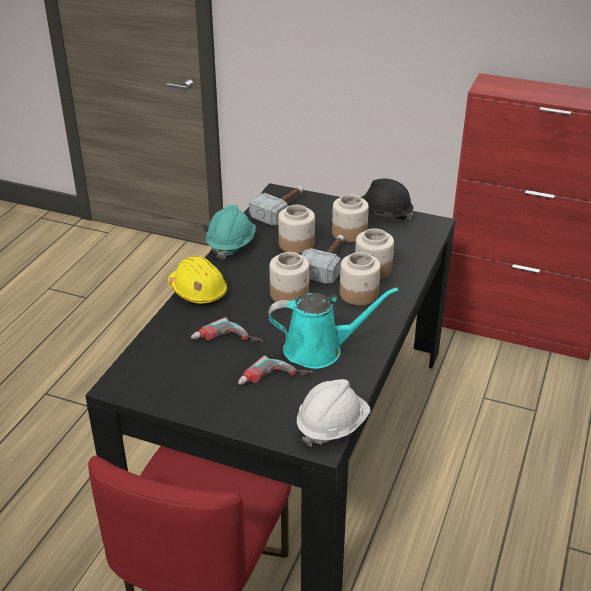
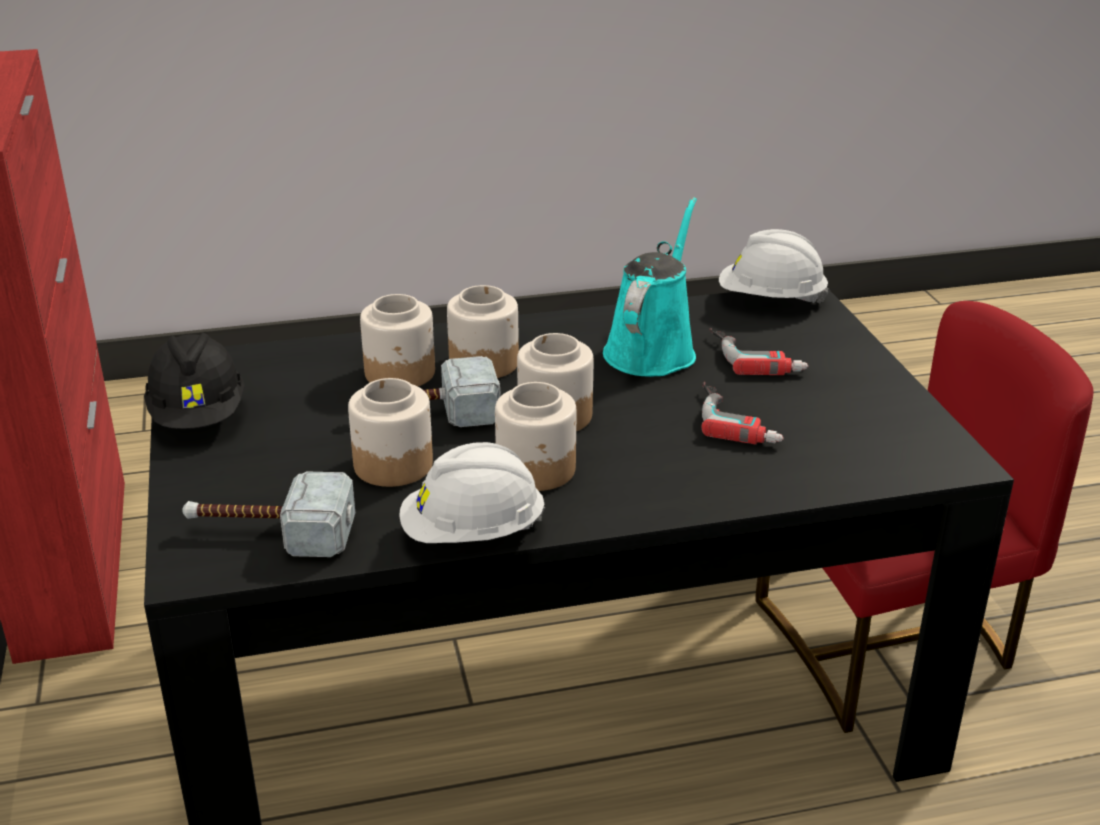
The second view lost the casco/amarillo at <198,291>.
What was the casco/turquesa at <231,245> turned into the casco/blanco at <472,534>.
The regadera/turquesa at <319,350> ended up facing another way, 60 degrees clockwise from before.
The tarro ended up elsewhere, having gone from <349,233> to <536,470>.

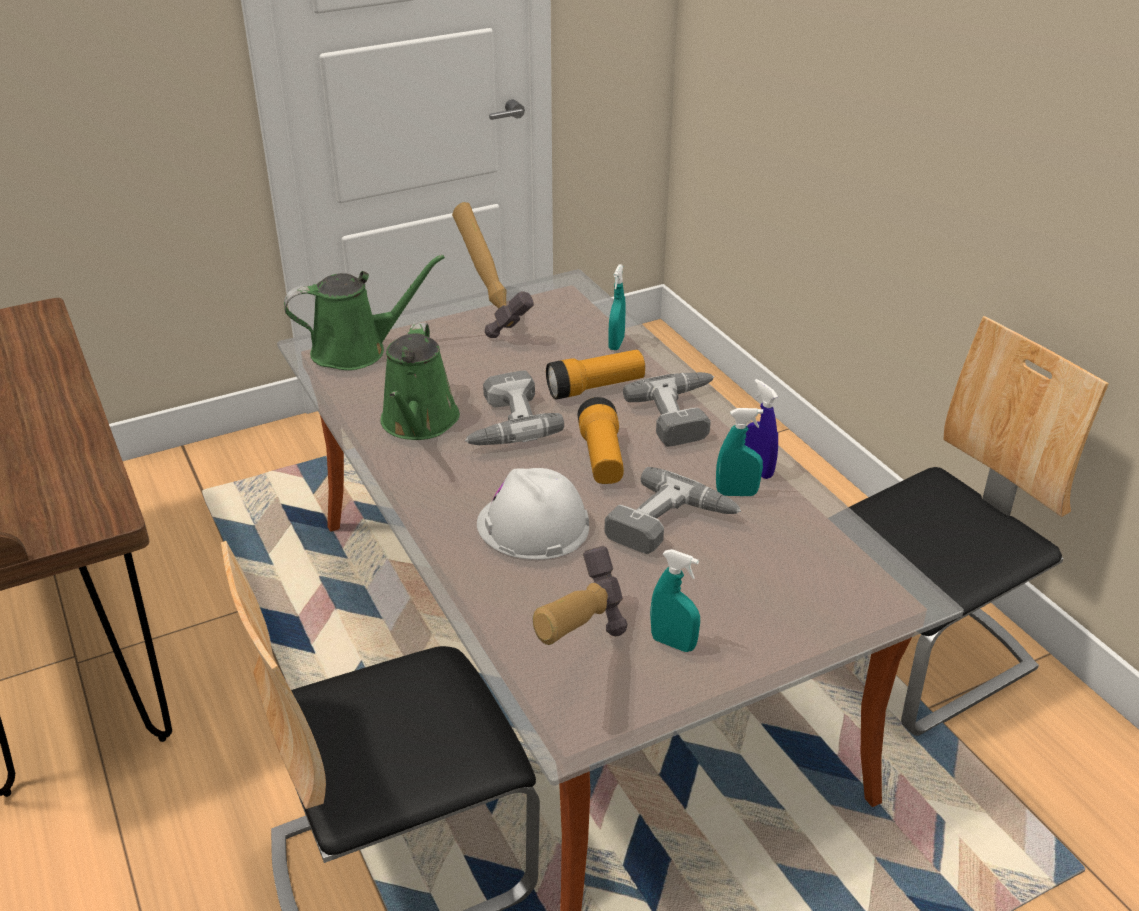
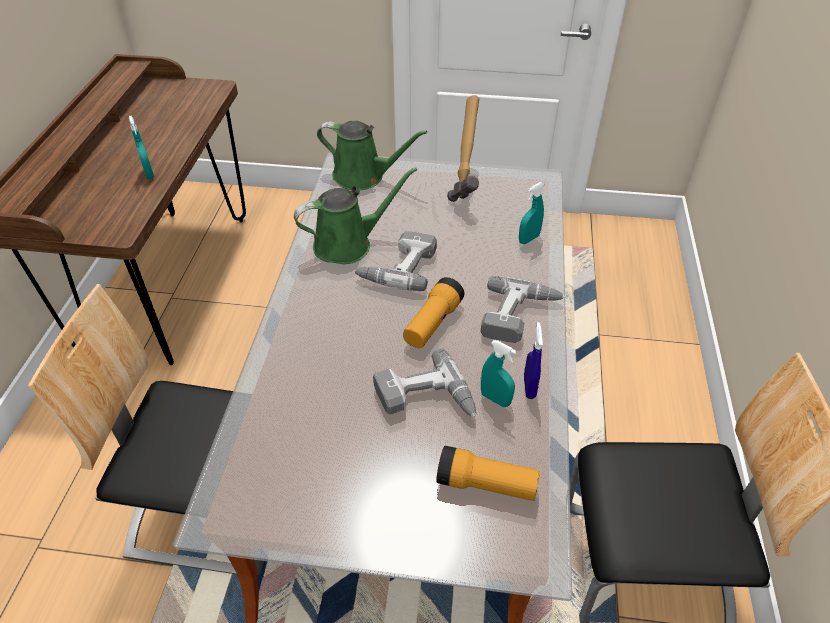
The regadera/verde at <419,423> ended up facing another way, 150 degrees counterclockwise from before.
The second view lost the casco/blanco at <532,525>.
The second view lost the martillo at <574,661>.
The linterna ended up elsewhere, having gone from <595,388> to <486,484>.
The pulverizador/turquesa ended up elsewhere, having gone from <673,643> to <149,174>.

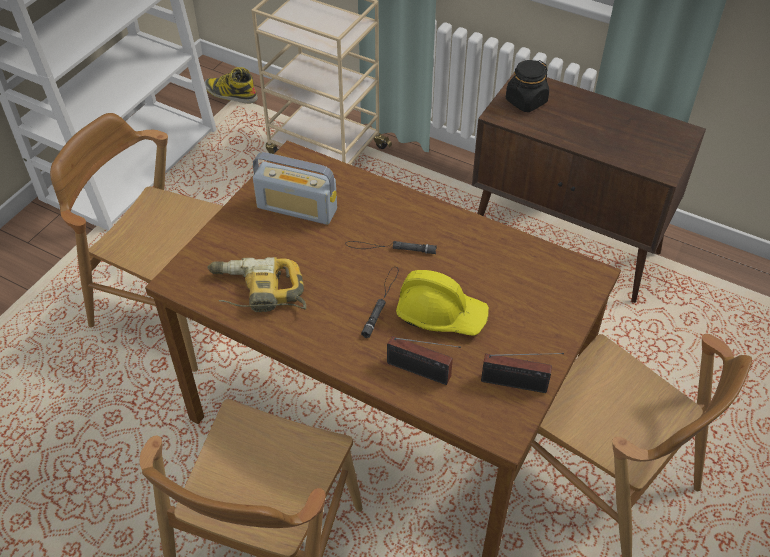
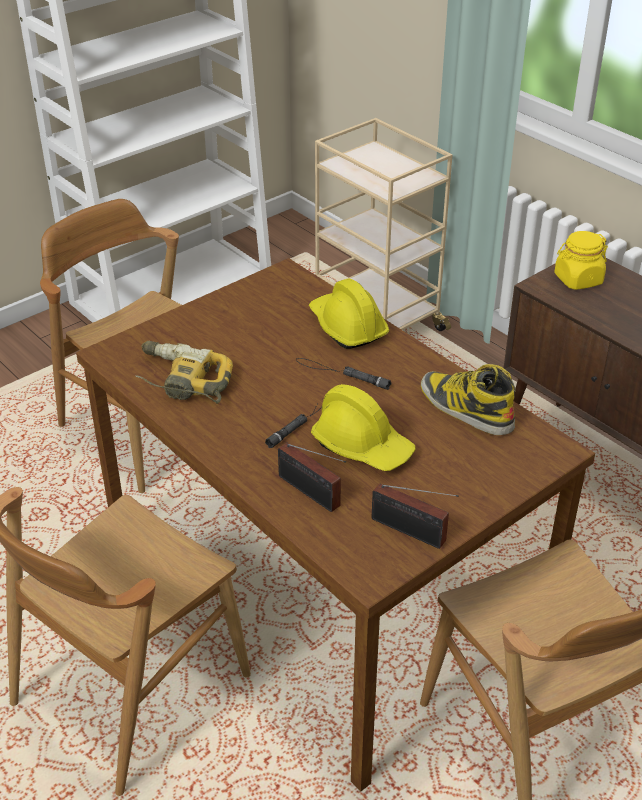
The bota ended up elsewhere, having gone from <230,94> to <465,409>.
The second view lost the radio at <297,208>.
What was the tarro/negro at <526,101> turned into the tarro/amarillo at <577,280>.
The second view gained the casco/amarillo at <347,327>.

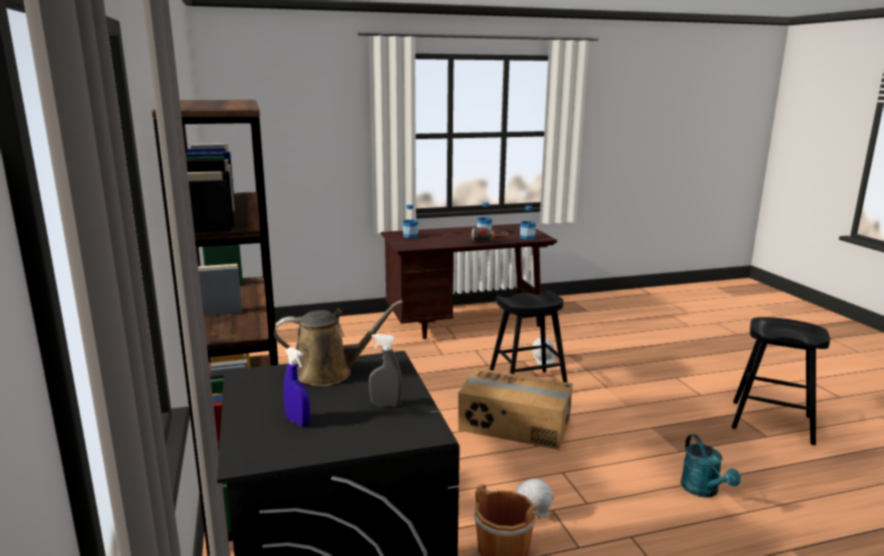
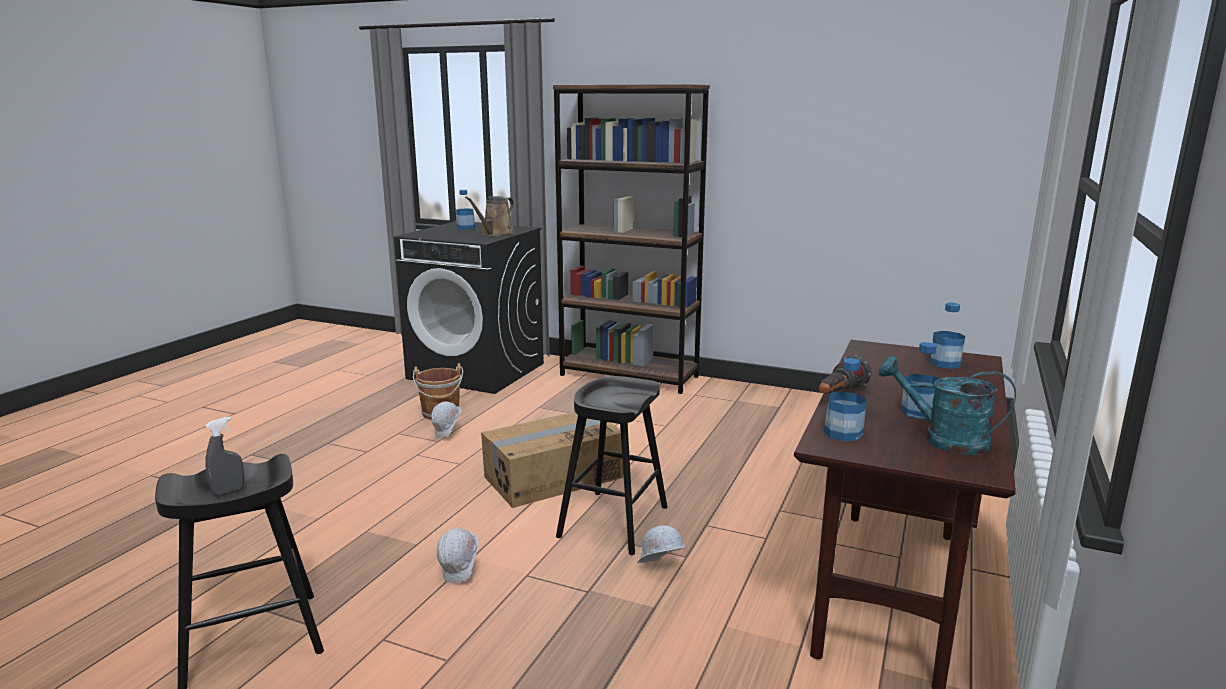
Where the pulverizador/azul stood at <298,421>, the botella came to stand at <466,228>.
The pulverizador/gris ended up elsewhere, having gone from <385,404> to <228,490>.
The regadera/turquesa ended up elsewhere, having gone from <703,491> to <944,440>.
The second view gained the casco/blanco at <460,573>.

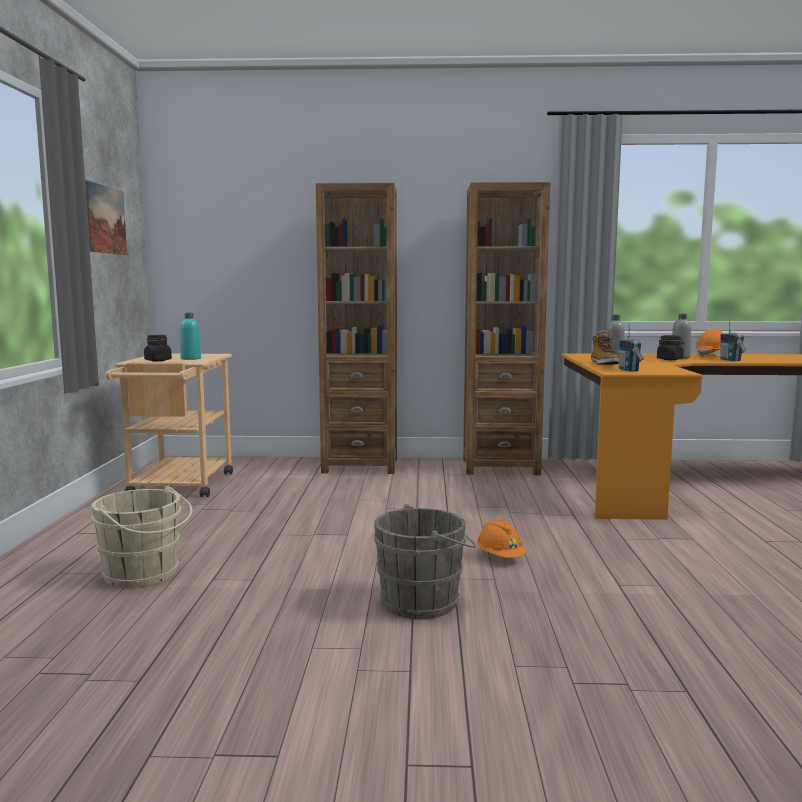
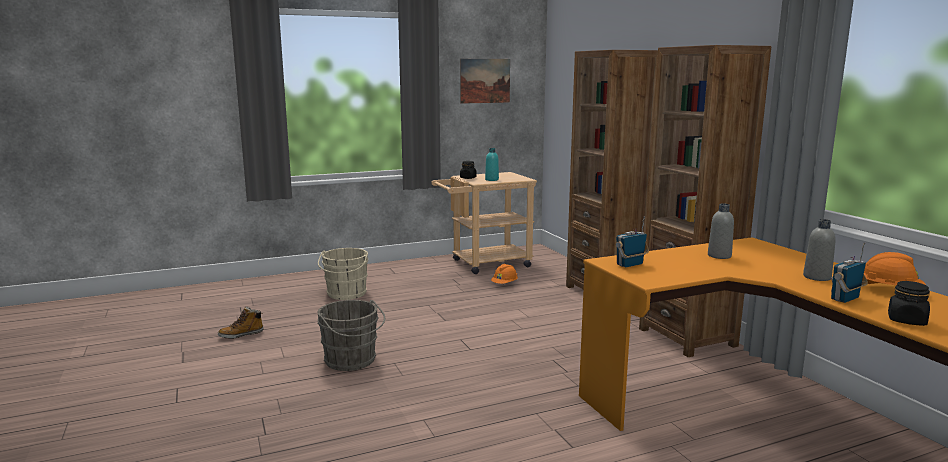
The casco/naranja ended up elsewhere, having gone from <500,557> to <504,284>.
The bota ended up elsewhere, having gone from <604,364> to <241,334>.
The tarro/negro ended up elsewhere, having gone from <670,359> to <906,320>.

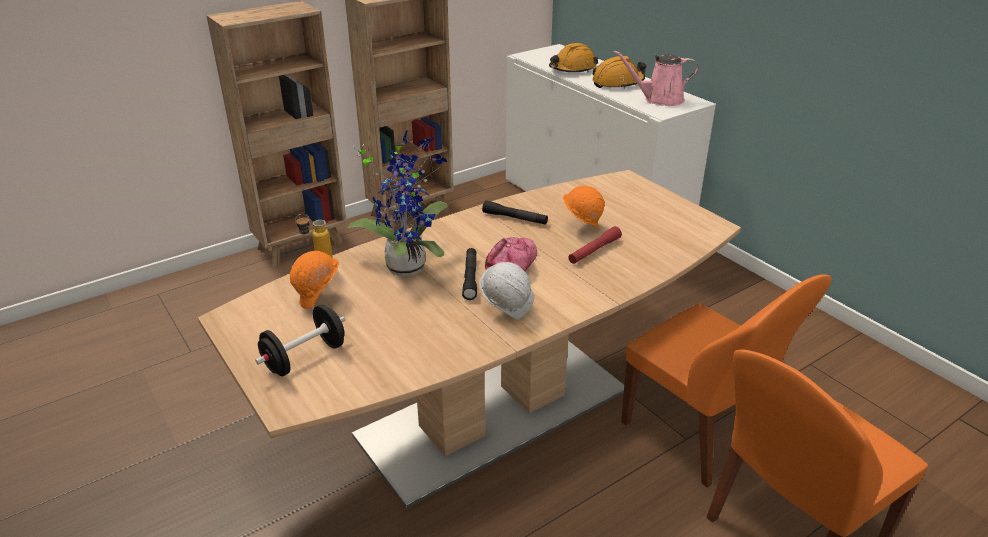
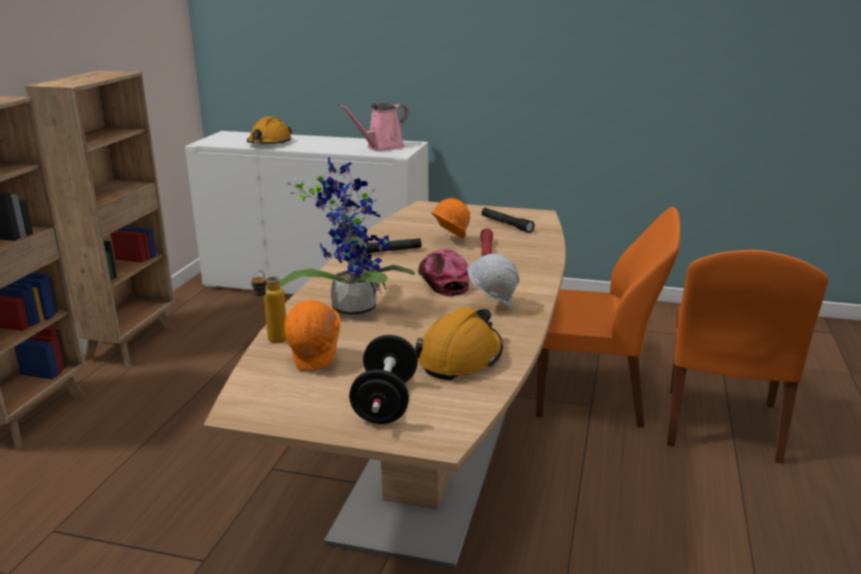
The linterna/negro ended up elsewhere, having gone from <470,278> to <506,225>.
The casco/naranja ended up elsewhere, having gone from <618,83> to <460,358>.

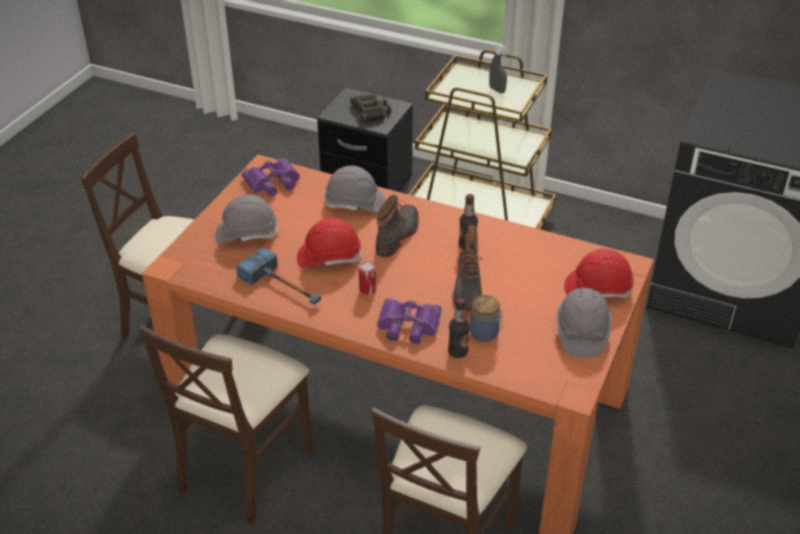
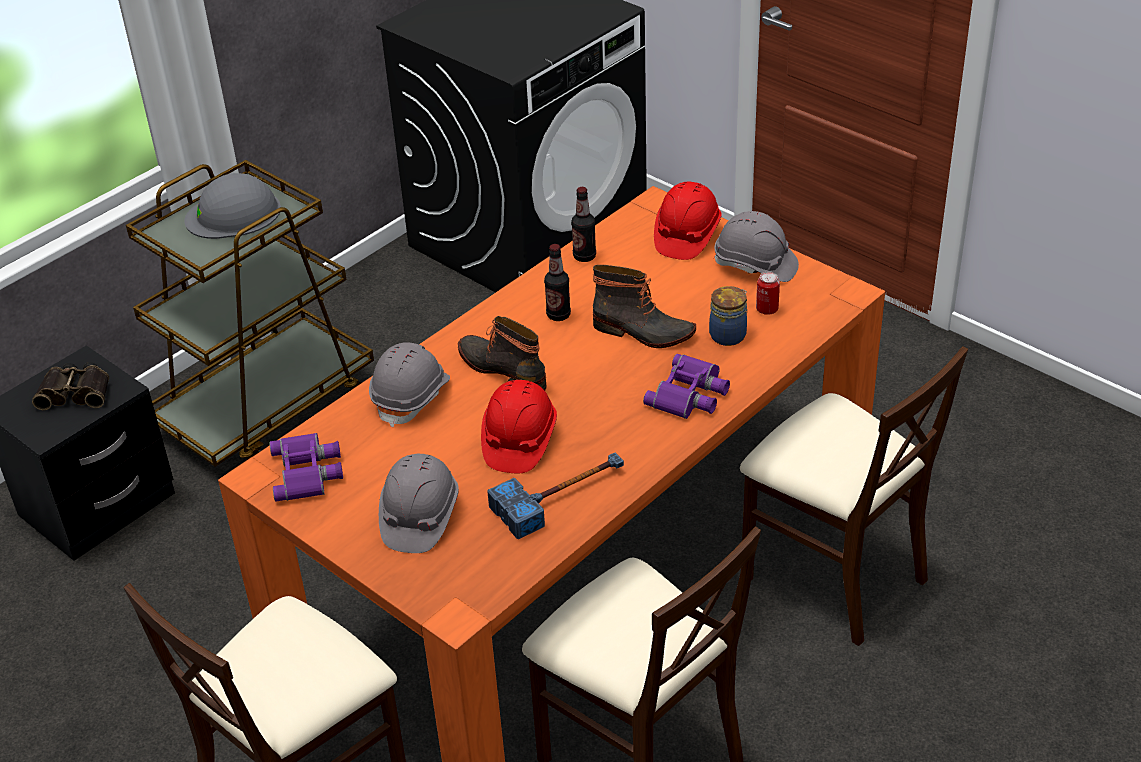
The lata ended up elsewhere, having gone from <367,290> to <767,309>.
The botella ended up elsewhere, having gone from <458,352> to <584,256>.
Where the pulverizador/gris stood at <497,90>, the casco/gris came to stand at <234,214>.

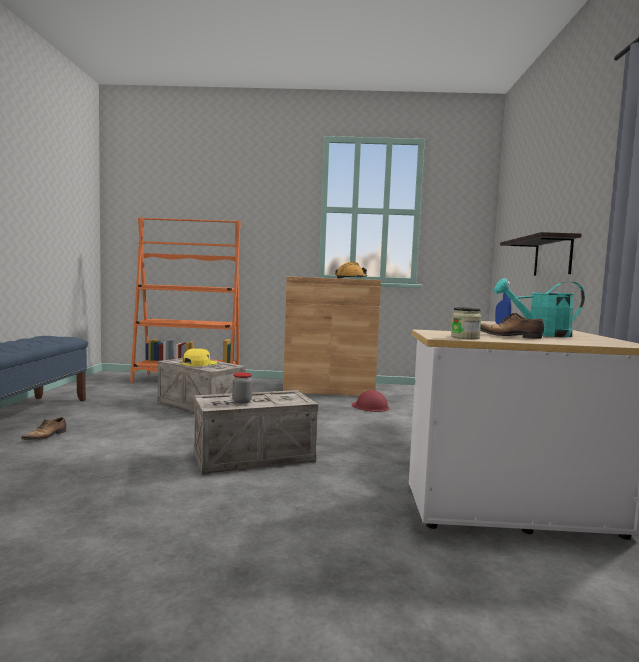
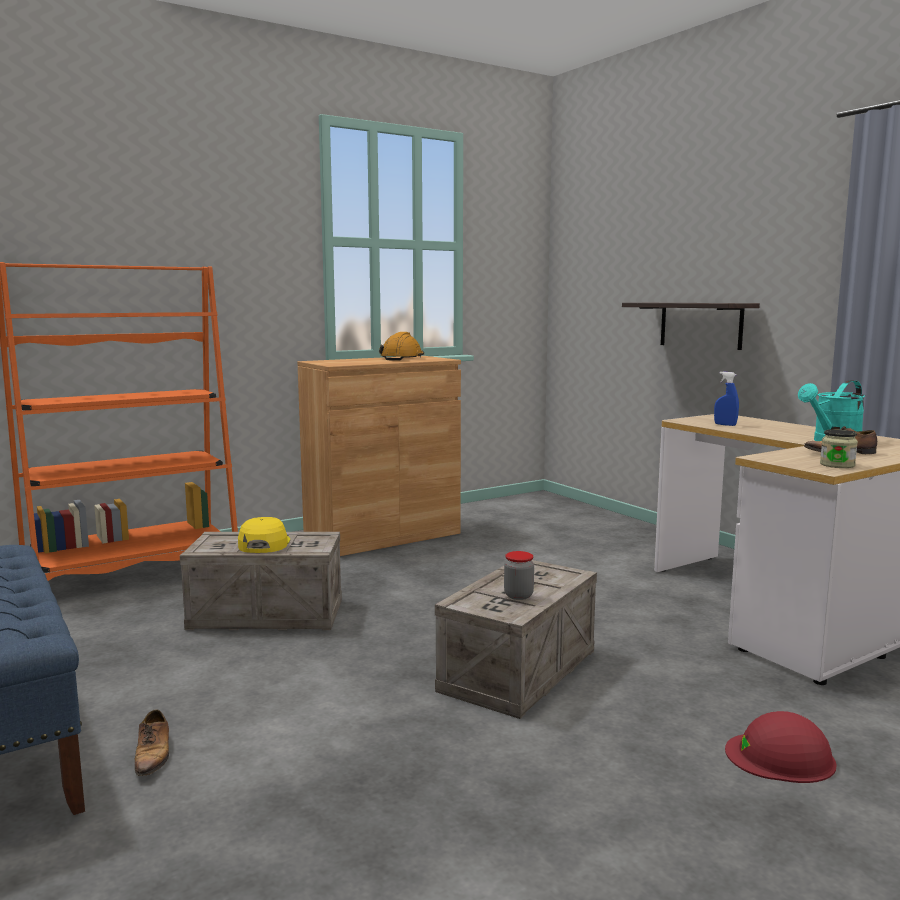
The casco/rojo ended up elsewhere, having gone from <370,406> to <780,757>.

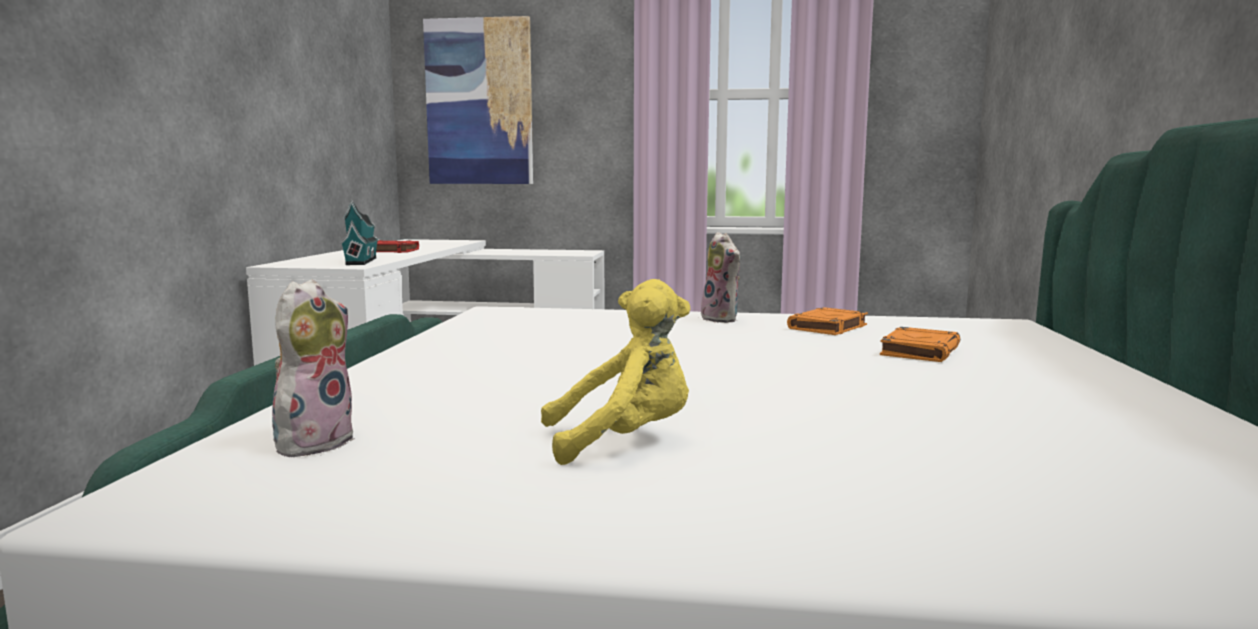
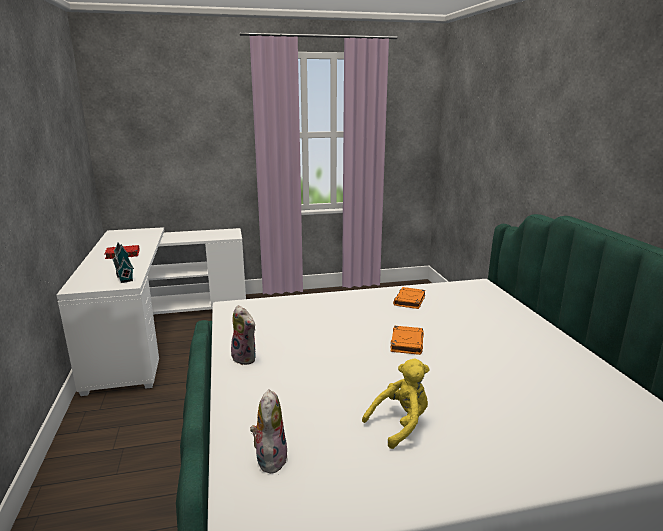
The second view lost the cuadro at <479,102>.
The peluche ended up elsewhere, having gone from <722,319> to <246,358>.
The libro/naranja ended up elsewhere, having gone from <919,351> to <406,343>.

